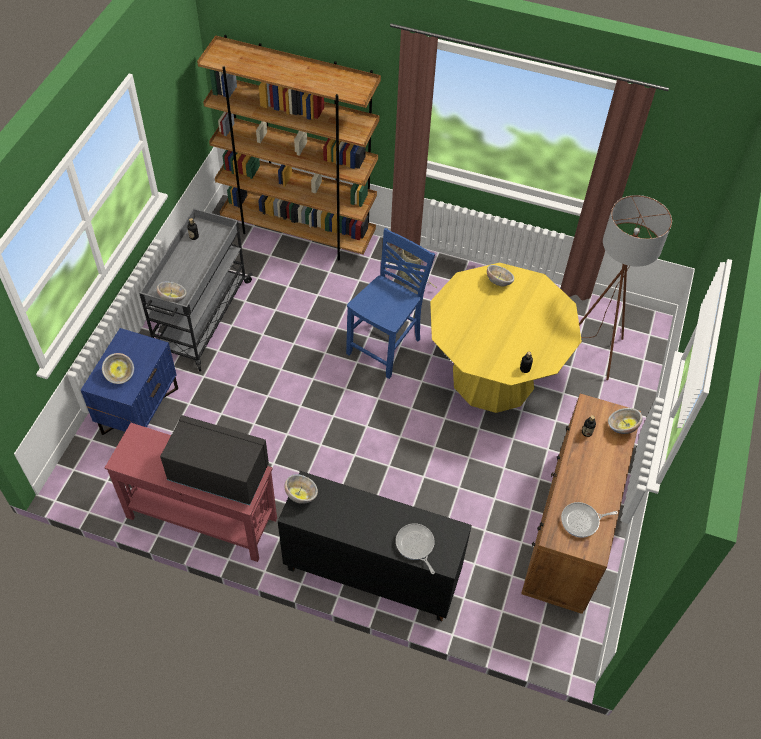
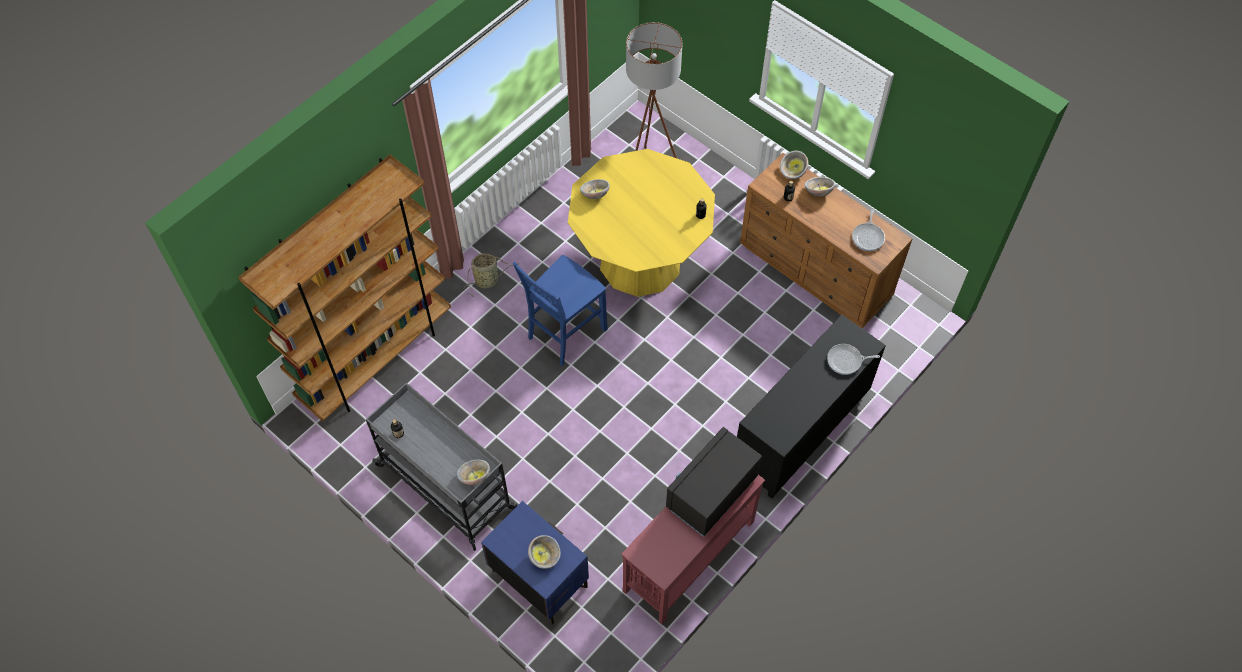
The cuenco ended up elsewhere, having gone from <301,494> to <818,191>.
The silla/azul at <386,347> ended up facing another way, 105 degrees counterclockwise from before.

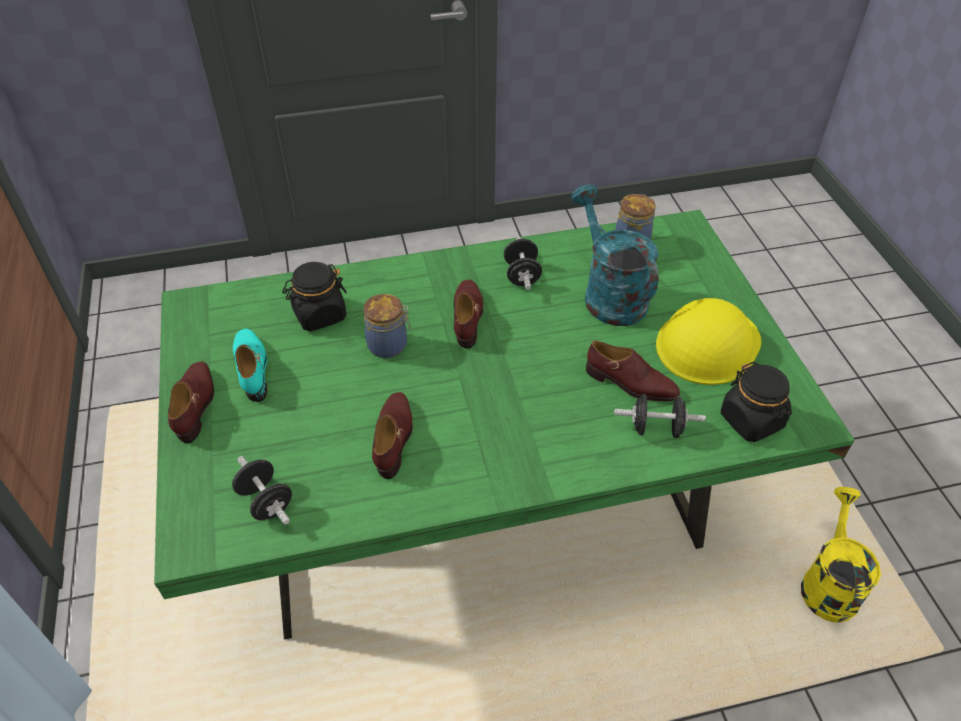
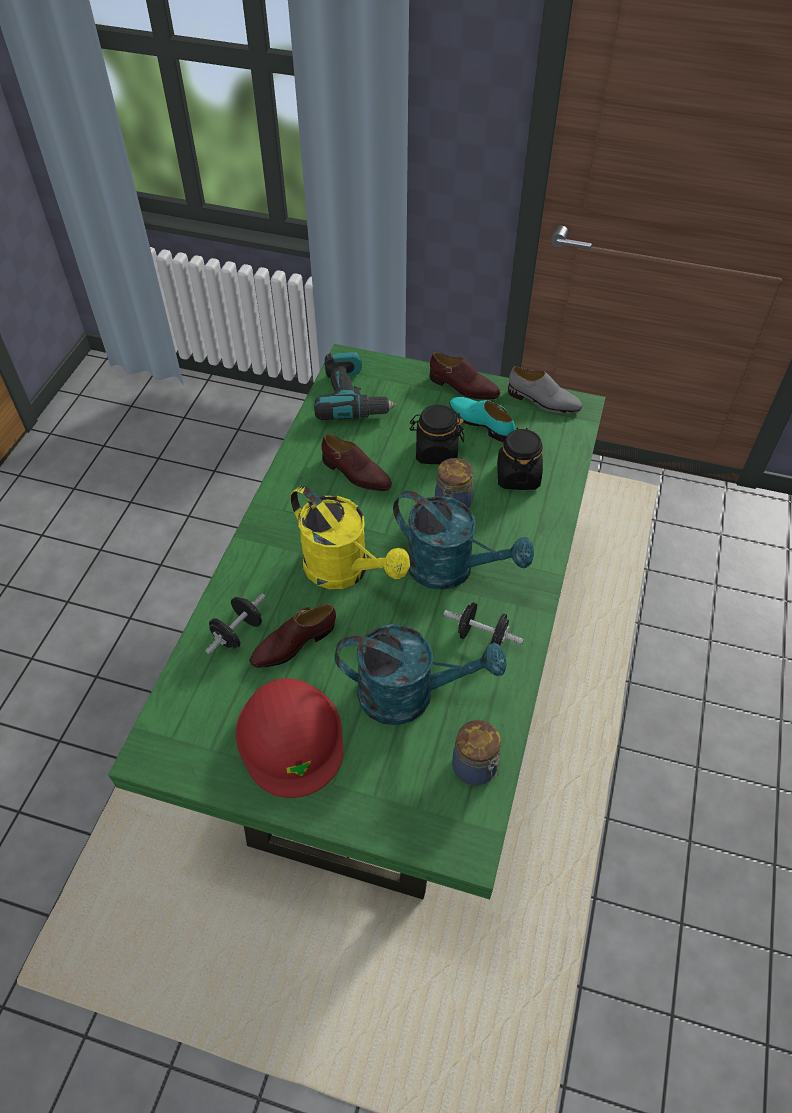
Where the mancuerna/negro stood at <266,502>, the taladro came to stand at <353,398>.
The zapato/turquesa at <252,368> ended up facing another way, 150 degrees counterclockwise from before.
Where the zapato/marrón stood at <468,317>, the regadera/turquesa came to stand at <451,569>.
What was the casco/amarillo at <708,344> turned into the casco/rojo at <290,736>.
The tarro/negro ended up elsewhere, having gone from <752,420> to <436,451>.
The regadera/amarillo ended up elsewhere, having gone from <828,583> to <345,571>.
The second view gained the zapato/gris at <543,401>.

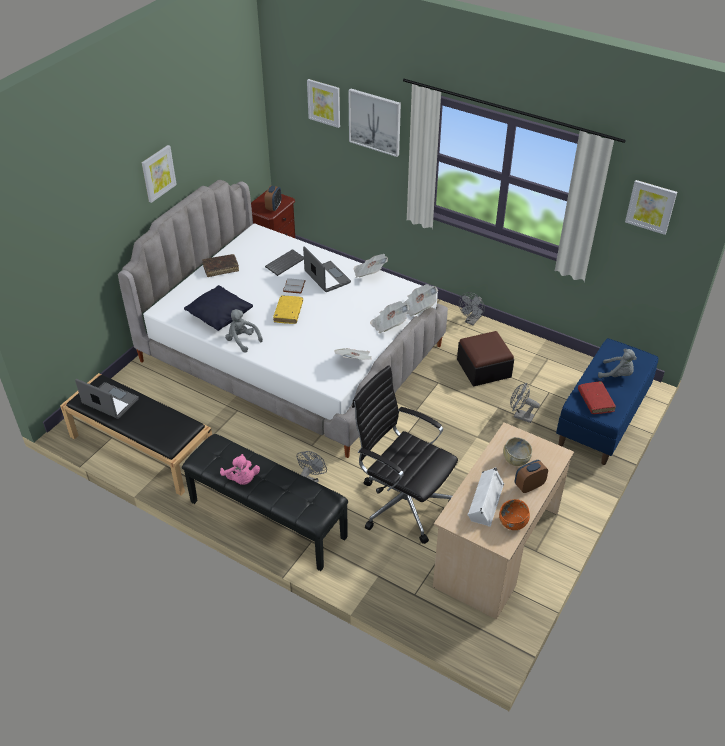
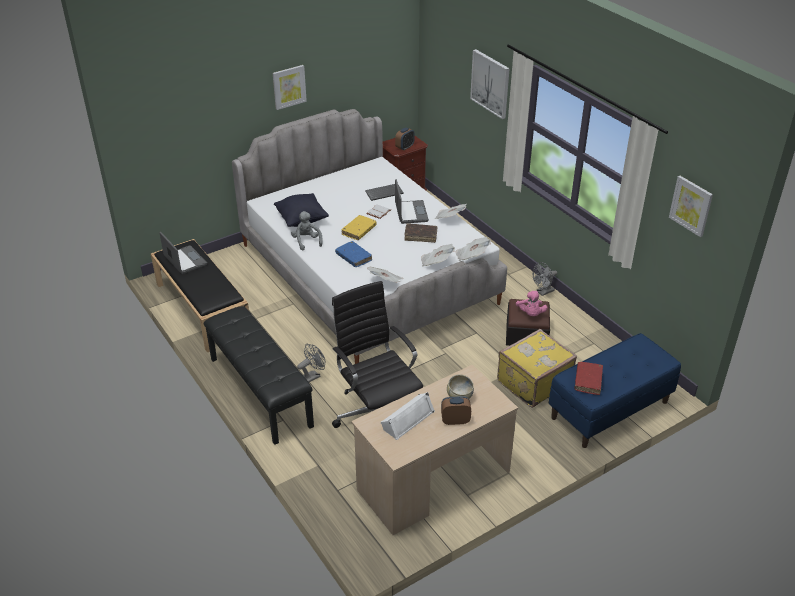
The libro/marrón ended up elsewhere, having gone from <221,268> to <420,236>.
The peluche/rosa ended up elsewhere, having gone from <241,479> to <530,314>.
The second view lost the cuadro at <324,102>.
The second view lost the cuenco/naranja at <513,522>.
Where the ventilador/gris stood at <520,416>, the maleta/amarillo came to stand at <532,382>.
The second view lost the peluche/gris at <617,375>.
The second view gained the libro/azul at <353,257>.

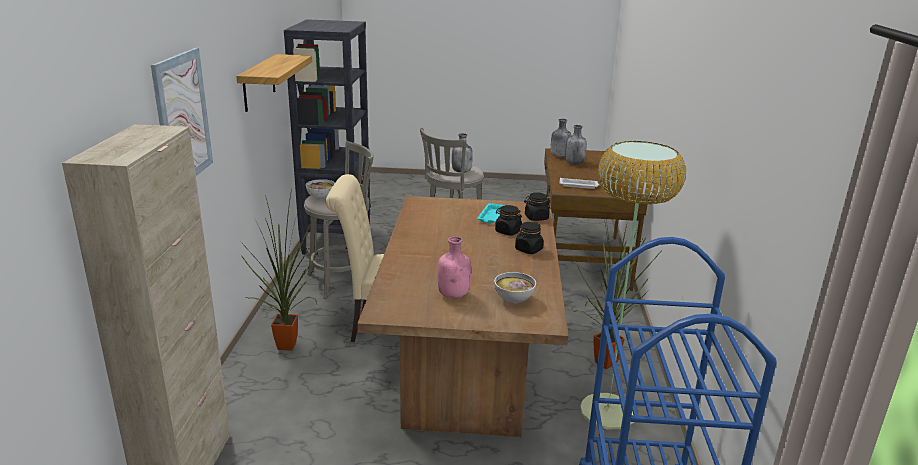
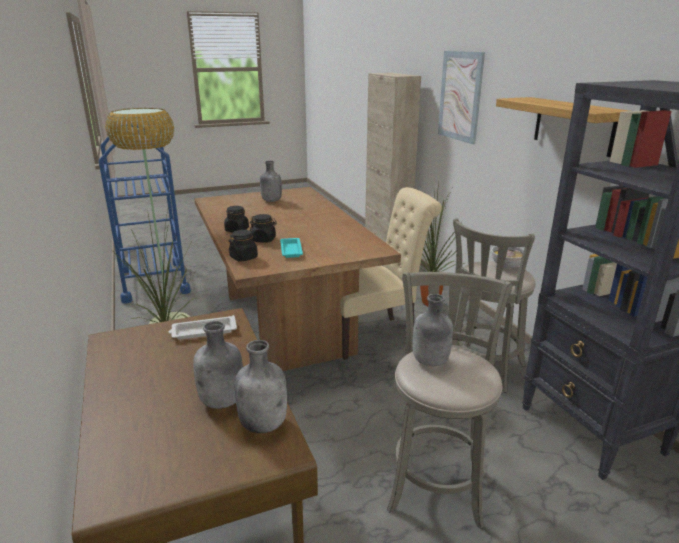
What was the botella/rosa at <454,295> turned into the botella/gris at <271,201>.
The second view lost the cuenco at <513,300>.

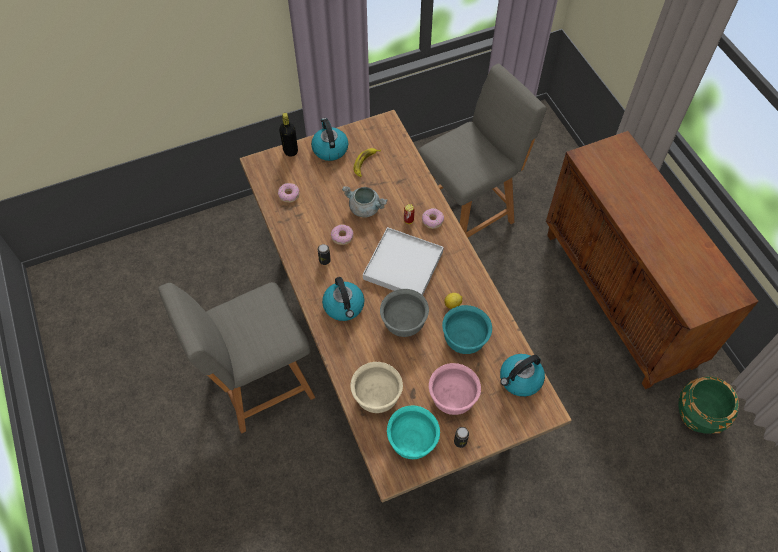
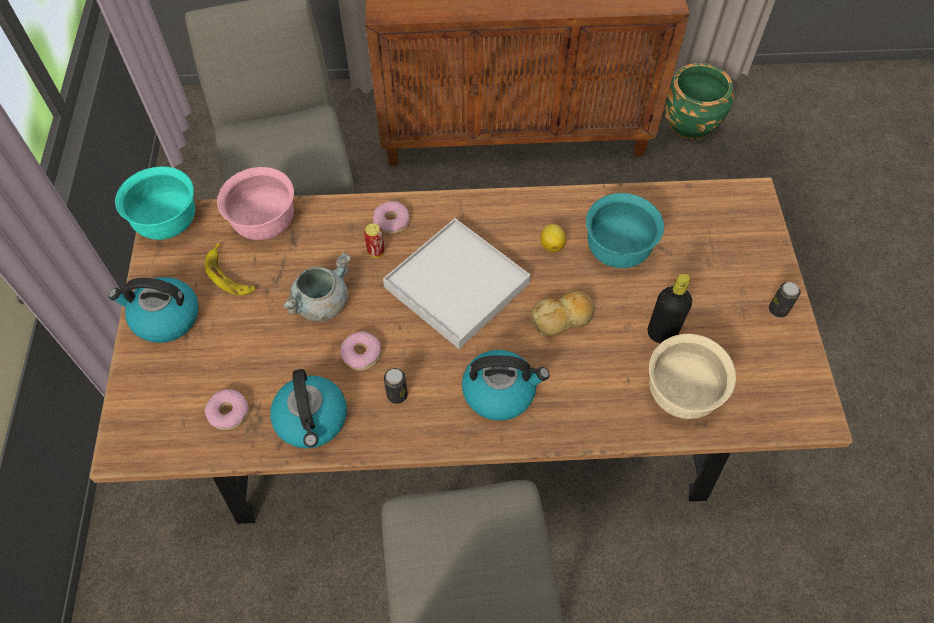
The botella/negro ended up elsewhere, having gone from <290,151> to <661,333>.
Where the cuenco/gris stood at <403,323>, the pan came to stand at <562,318>.
The cuenco/turquesa ended up elsewhere, having gone from <412,442> to <168,224>.
The cuenco/rosa ended up elsewhere, having gone from <452,398> to <265,224>.
The hervidor ended up elsewhere, having gone from <520,380> to <312,420>.

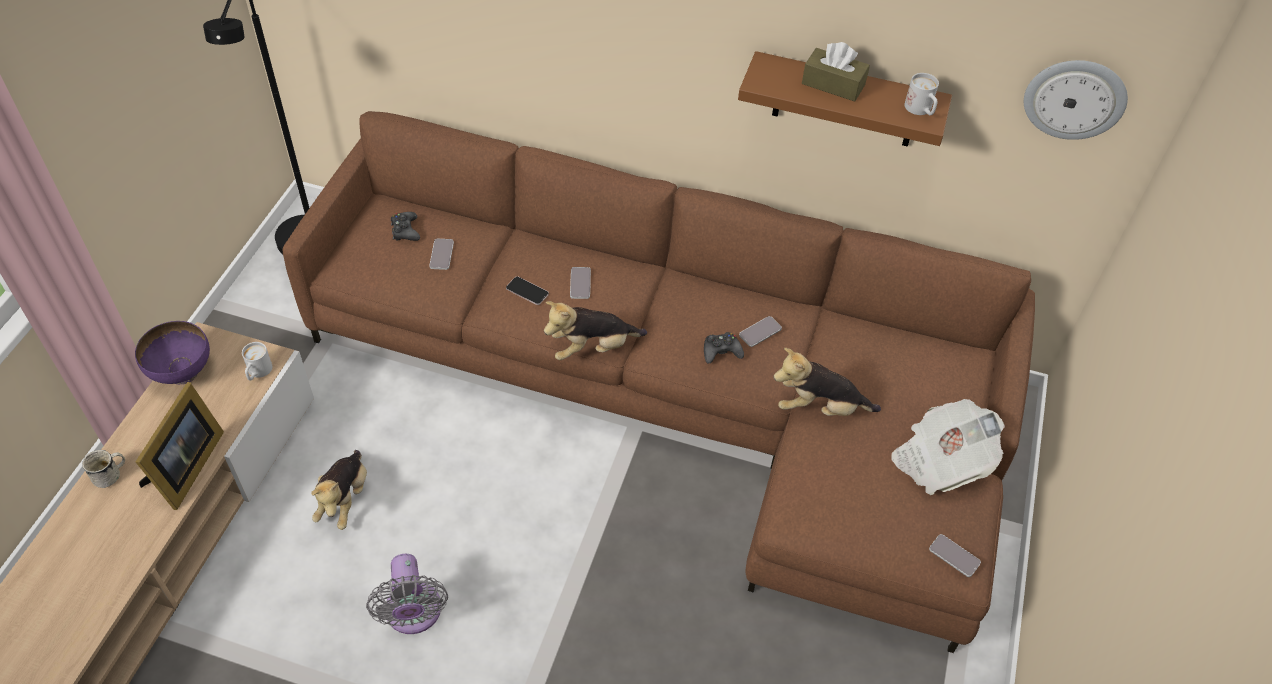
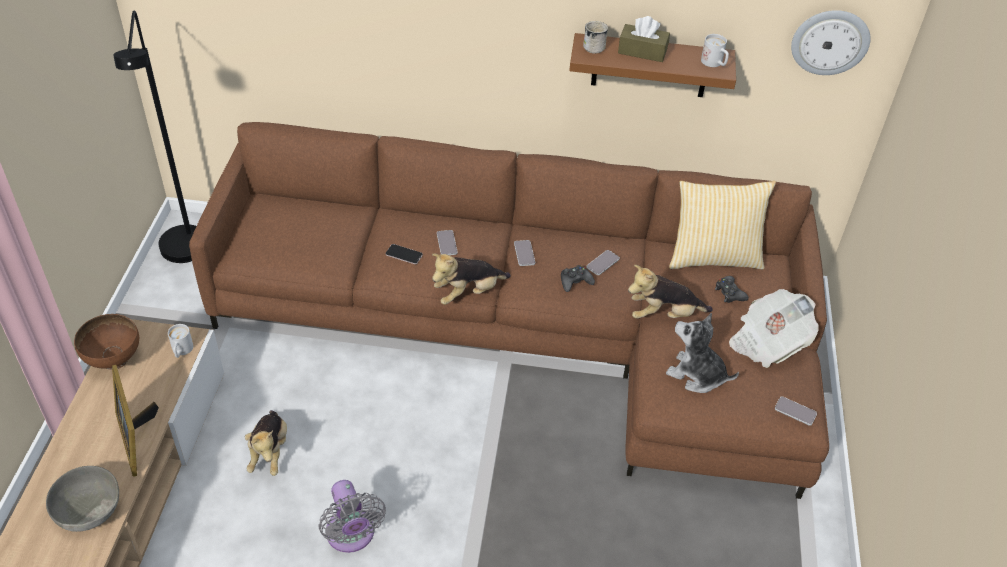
The taza grande/blanco ended up elsewhere, having gone from <111,475> to <596,46>.
What was the cuenco/morado at <182,372> turned into the cuenco/marrón at <113,359>.
The portarretratos at <186,469> ended up facing another way, 150 degrees clockwise from before.
The mando de consola/negro ended up elsewhere, having gone from <405,231> to <729,293>.
The móvil ended up elsewhere, having gone from <441,254> to <524,253>.
The second view gained the cuenco/gris at <89,509>.
The second view gained the peluche at <696,375>.
The second view gained the cojín at <713,257>.

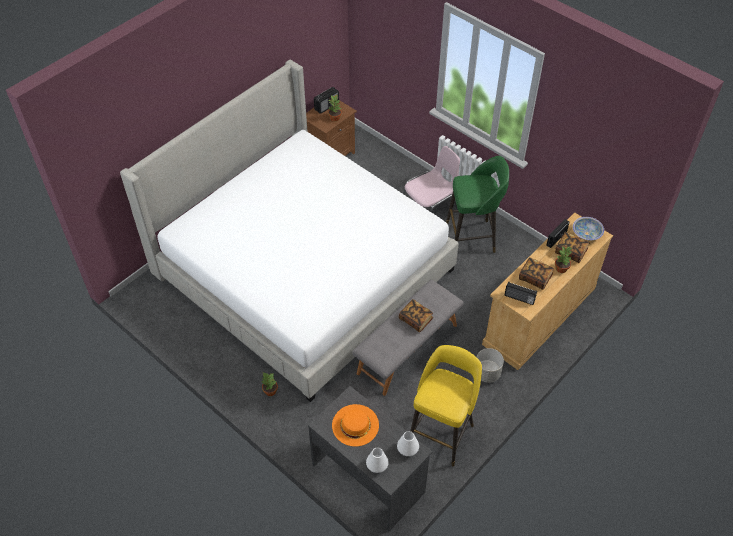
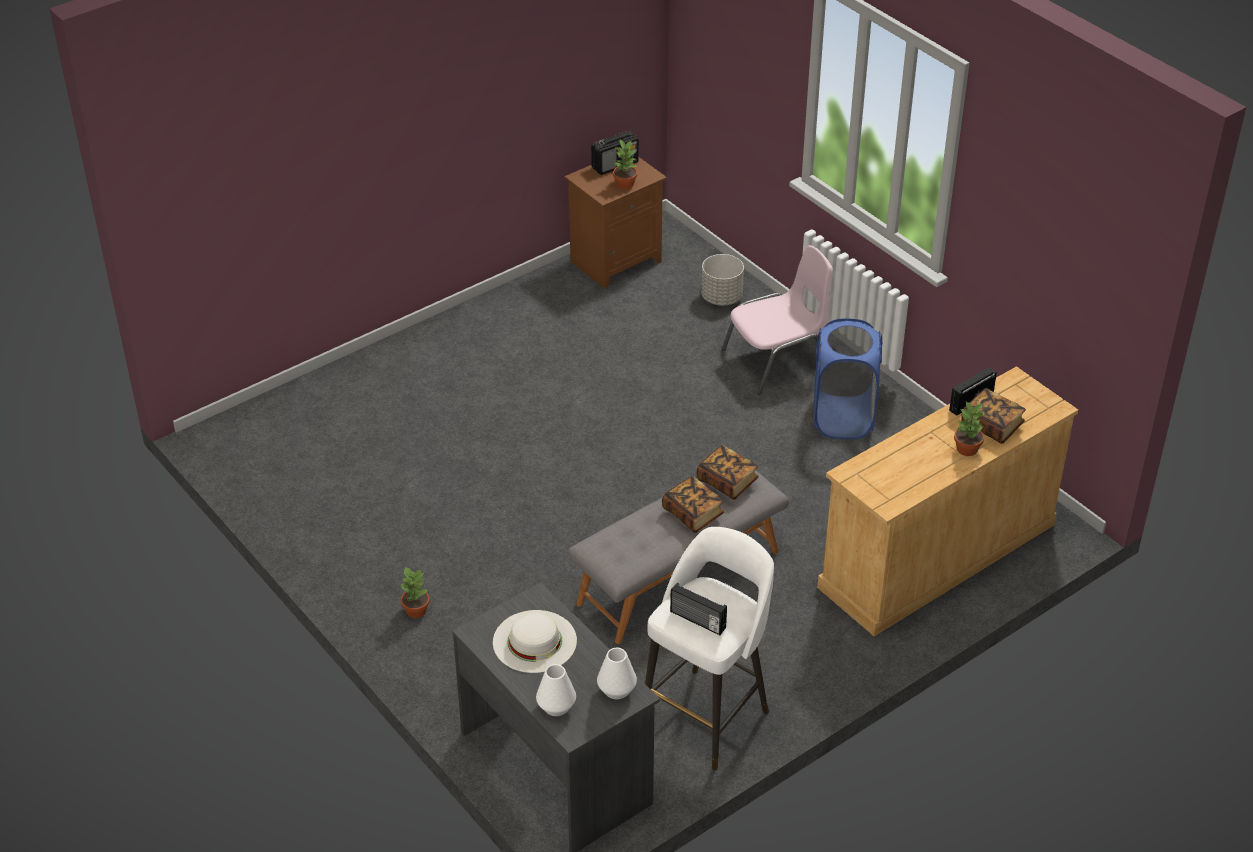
The second view lost the cama at <303,271>.
What was the sombrero/naranja at <355,425> turned into the sombrero/blanco at <535,641>.
What was the taburete/amarillo at <442,433> turned into the taburete/blanco at <707,716>.
Where the taburete/verde stood at <472,238>, the cesto de la ropa/azul came to stand at <842,418>.
The maceta/gris ended up elsewhere, having gone from <487,373> to <721,298>.
The radio ended up elsewhere, having gone from <519,298> to <697,620>.
The libro ended up elsewhere, having gone from <535,278> to <727,482>.
The second view lost the cuenco at <586,233>.

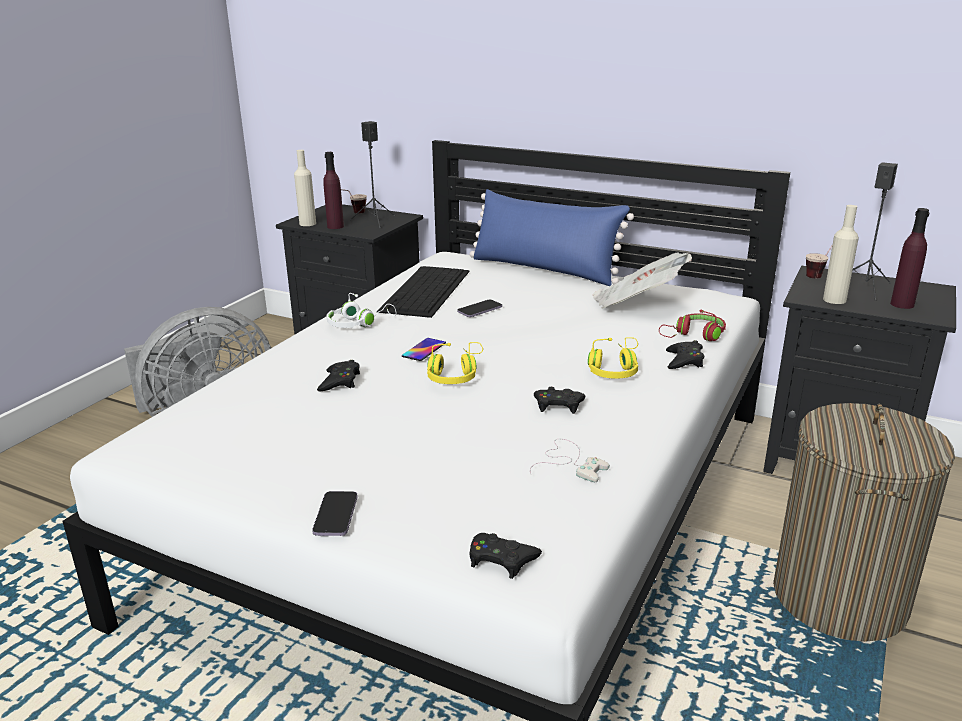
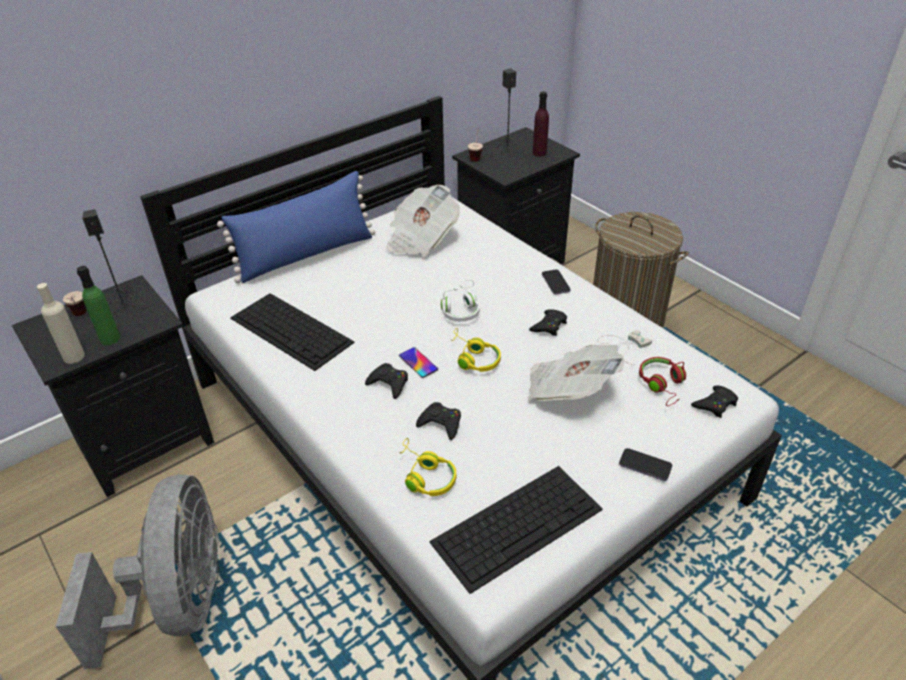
What was the botella/morado at <335,226> turned into the botella/verde at <110,339>.
The auriculares/blanco ended up elsewhere, having gone from <358,323> to <461,309>.
The móvil ended up elsewhere, having gone from <480,310> to <555,283>.
The auriculares/amarillo ended up elsewhere, having gone from <614,369> to <425,476>.
The auriculares/rojo ended up elsewhere, having gone from <694,336> to <662,385>.
The mando de consola/negro ended up elsewhere, having gone from <684,360> to <389,383>.
The second view lost the botella/beis at <834,300>.
The second view gained the teclado at <518,524>.
The second view gained the periódico at <569,390>.

